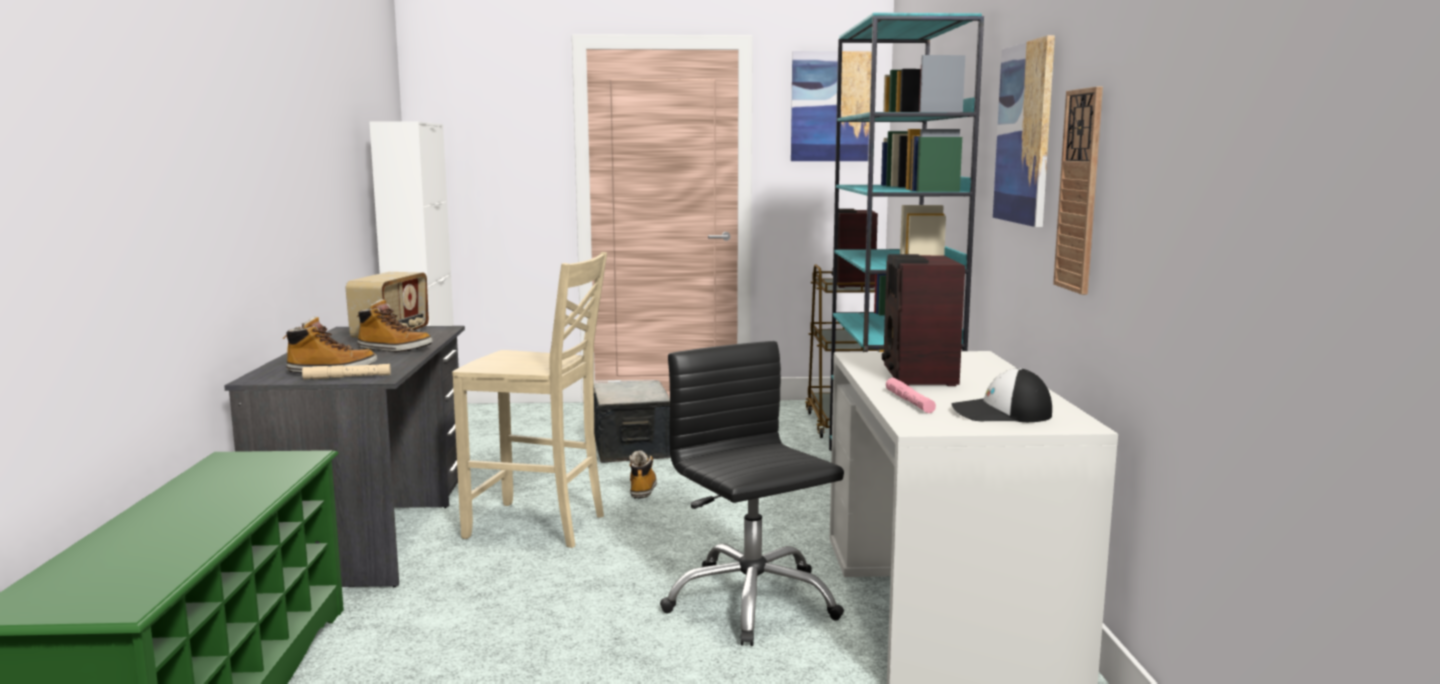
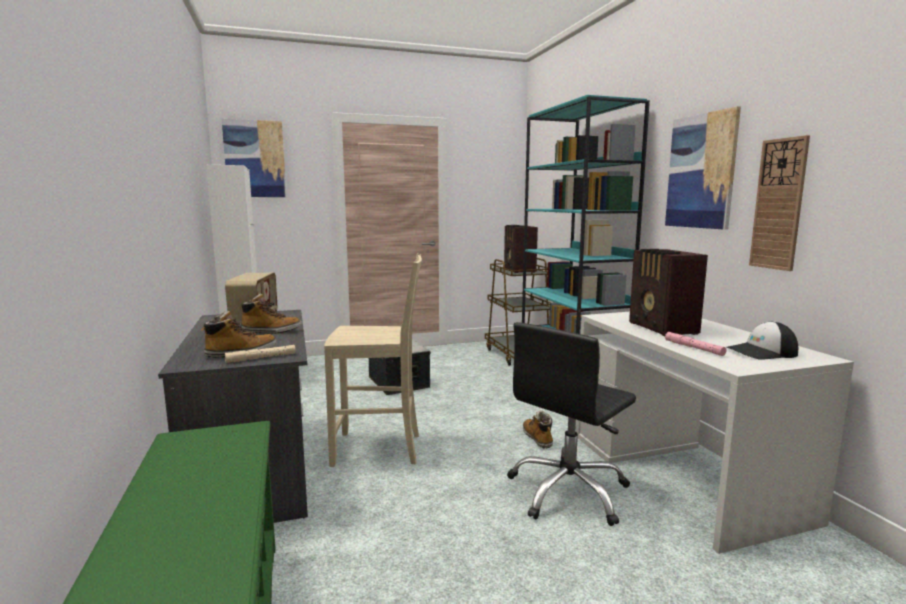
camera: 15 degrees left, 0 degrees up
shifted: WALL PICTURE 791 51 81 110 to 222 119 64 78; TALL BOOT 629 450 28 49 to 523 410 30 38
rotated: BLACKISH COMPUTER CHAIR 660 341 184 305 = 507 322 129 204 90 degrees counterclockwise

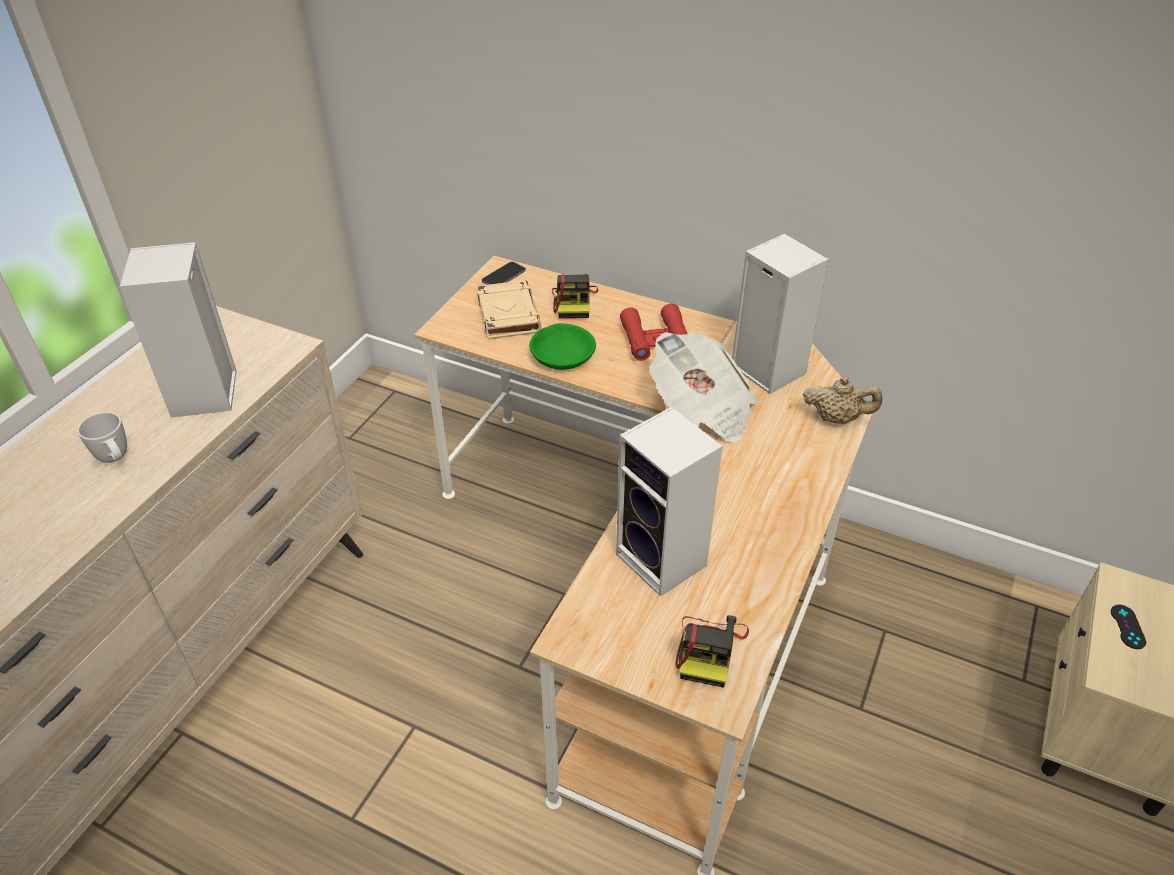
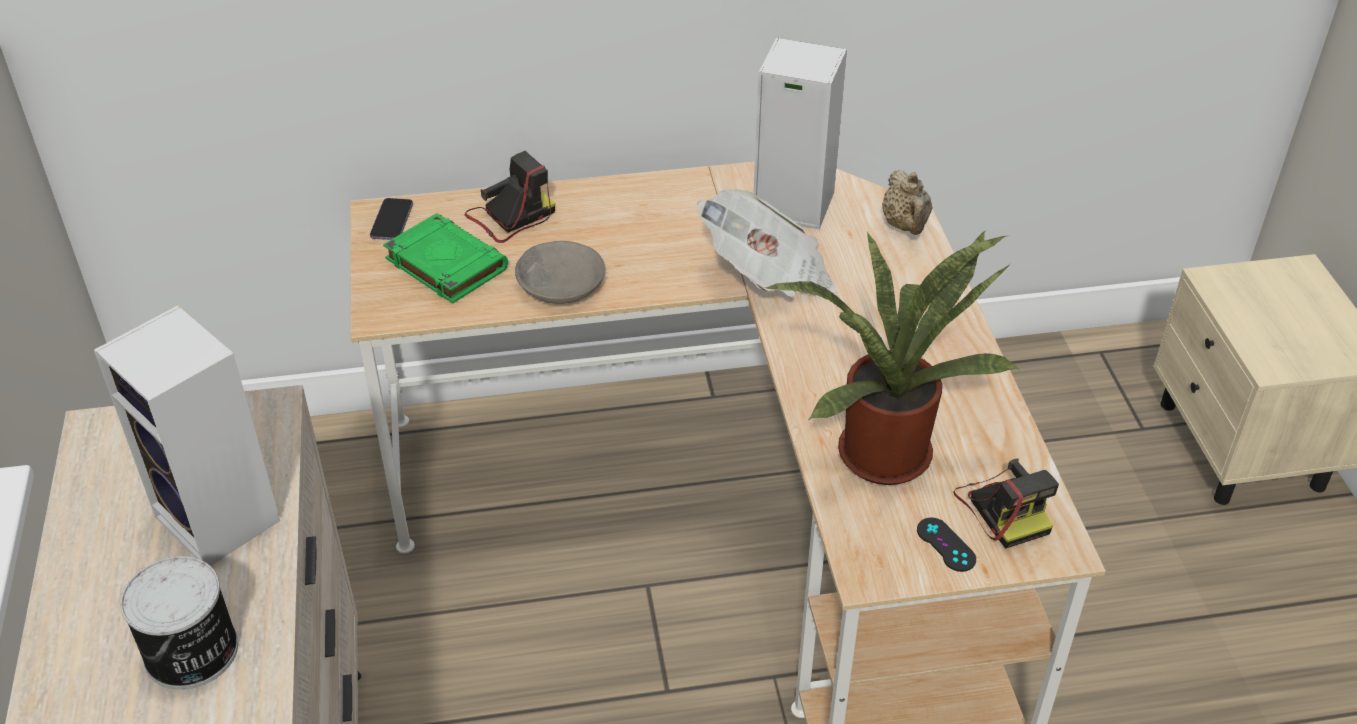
camera: 35 degrees left, 0 degrees up
gone: RED BINOCULARS 620 304 67 57
shifted: BLACKISH JOYPAD 1111 605 35 44 to 917 518 59 54
swapped: AUDIO SPEAKER 616 407 107 190 to HOUSEPLANT 764 231 255 254; WHITISH COFFEE MUG 77 412 50 51 to METAL CAN 120 556 118 134
repainted: BEIGE-COLOURED BOUND BOOK 477 280 65 59 to GREEN BOUND BOOK 383 213 125 91; GREEN SERVING BOWL 529 323 67 47 to GRAY SERVING BOWL 515 241 90 63
rotated: STILL CAMERA 552 274 46 44 = 465 151 90 92 90 degrees counterclockwise; BEIGE-COLOURED POT FOR TEA 803 376 79 48 = 882 170 51 65 105 degrees clockwise

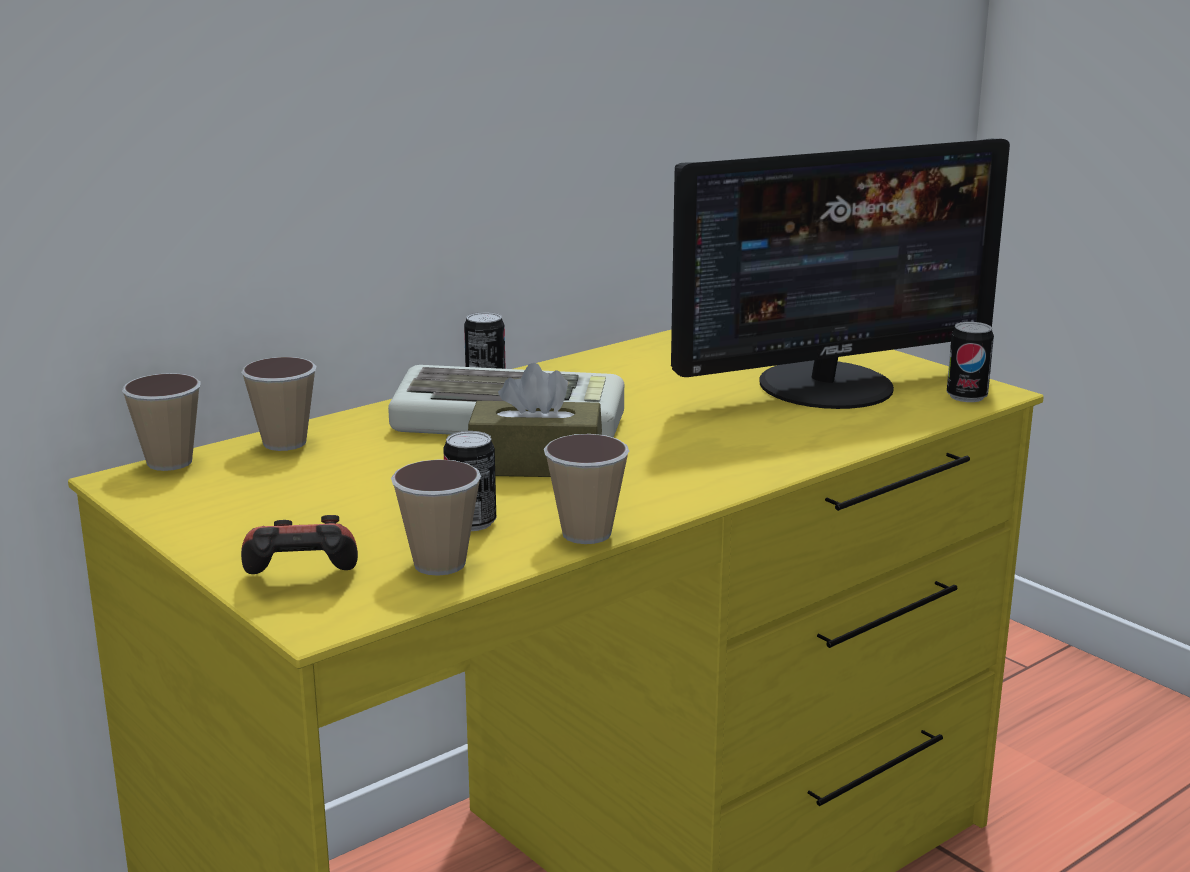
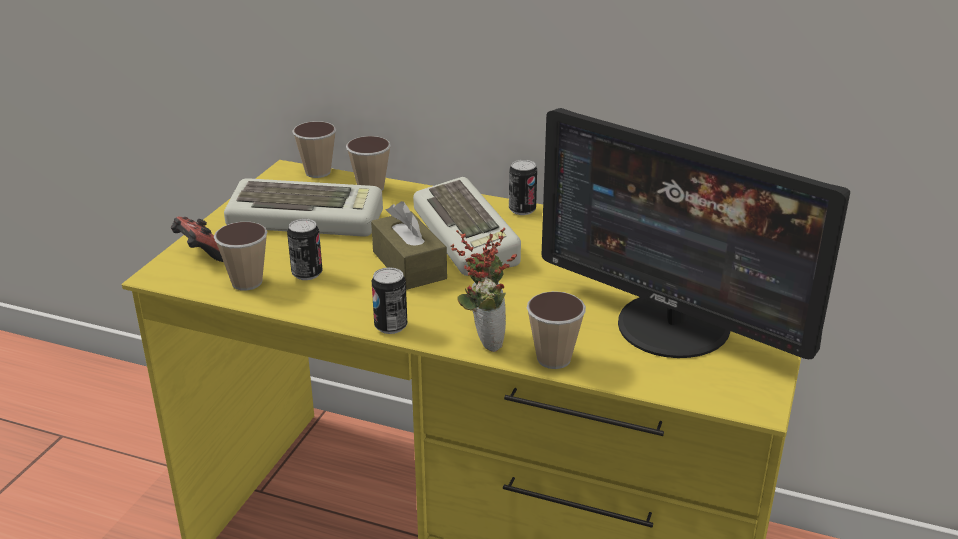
camera: 60 degrees right, 10 degrees up
new: KEYBOARD 224 178 159 59; HOUSEPLANT 451 228 66 124
shifted: METAL CAN 947 322 47 80 to 372 267 35 67; SMALL CUP 544 434 86 110 to 527 291 59 78

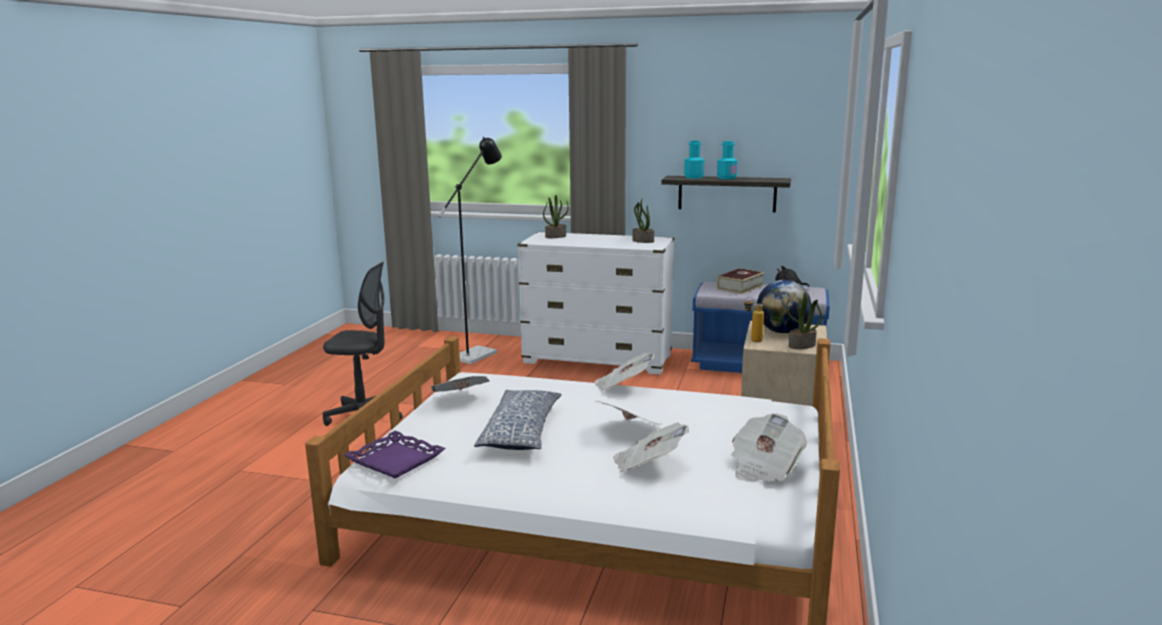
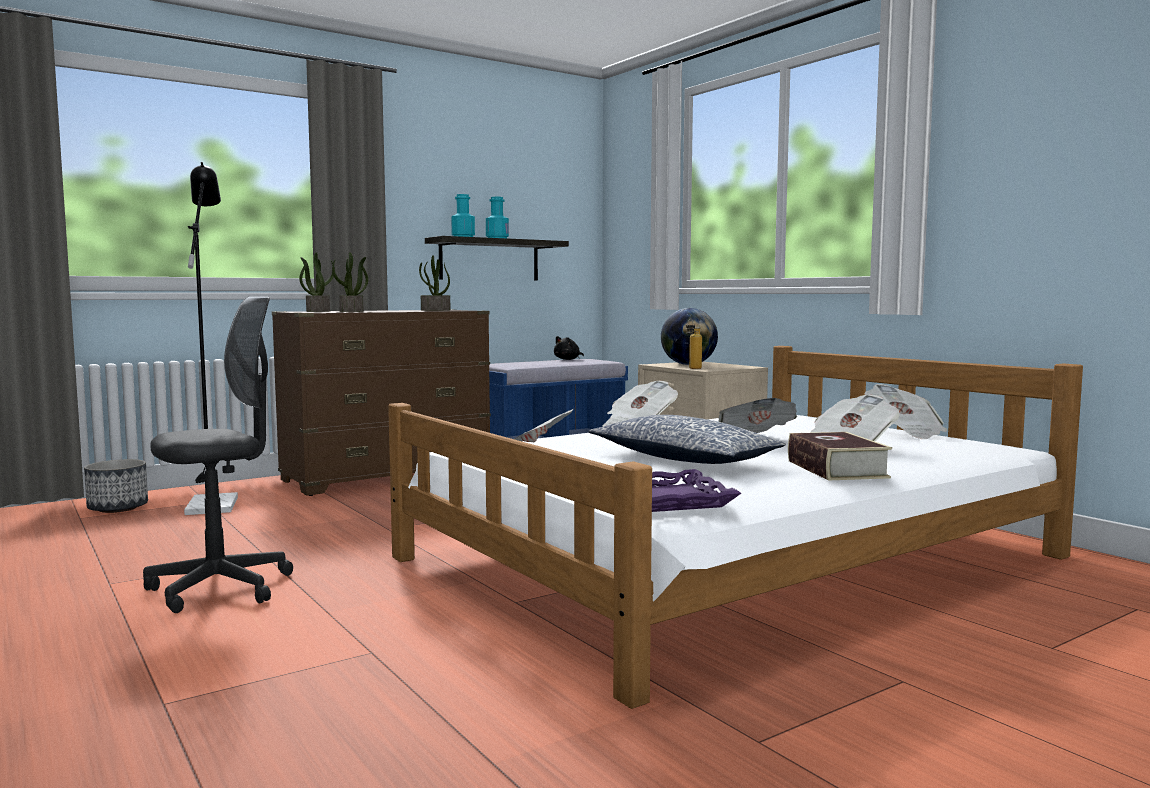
camera: 50 degrees left, 10 degrees down
new: FLOWER POT 84 459 64 54
shifted: BOUND BOOK 717 268 48 26 to 788 432 104 49; HOUSEPLANT 786 292 36 57 to 332 252 36 60
repainted: WHITISH DRESSER 518 232 157 143 to BROWN DRESSER 272 310 219 186

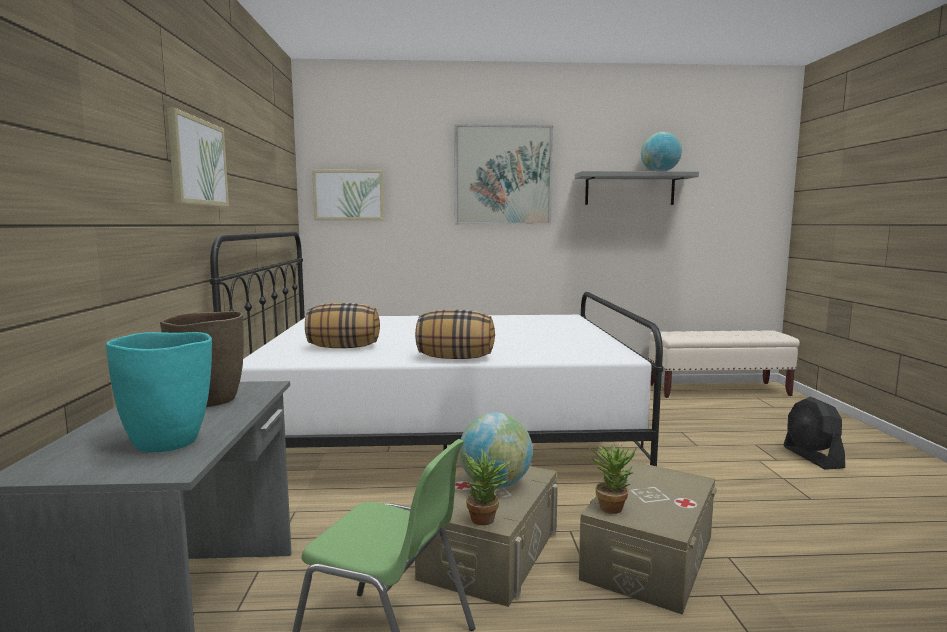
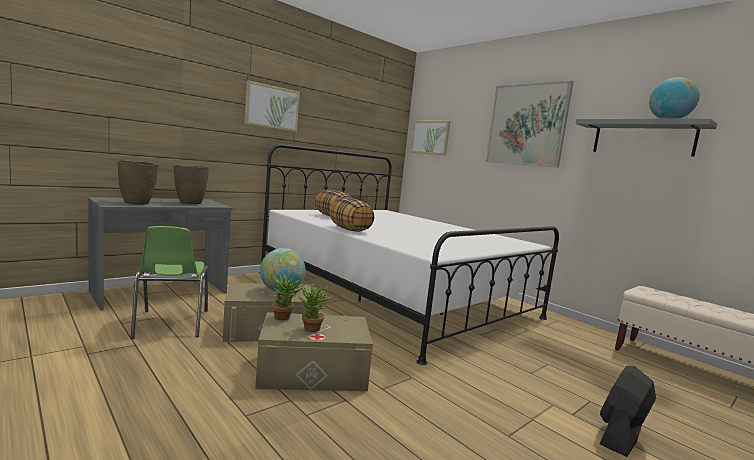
camera: 50 degrees right, 0 degrees up
shifted: HOUSEPLANT 465 449 50 76 to 298 282 35 50
repainted: BLUE-GREEN DECORATIVE VASE 106 332 106 120 to BROWN DECORATIVE VASE 118 160 40 45

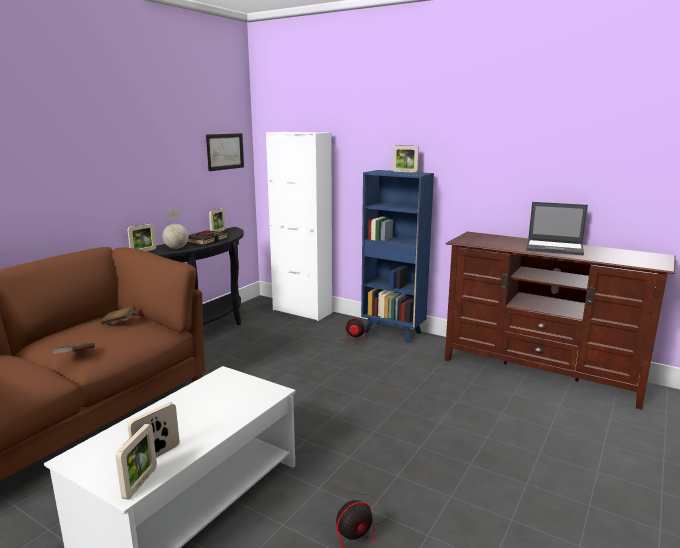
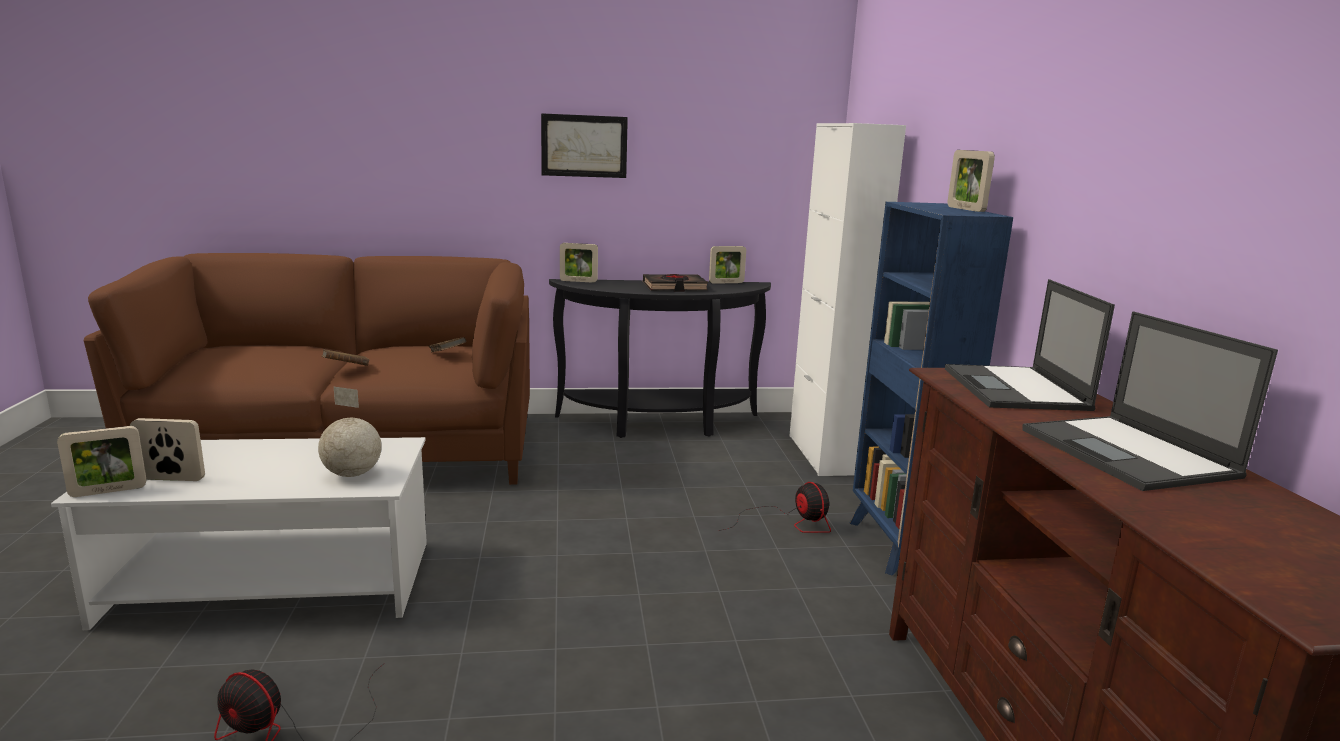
camera: 50 degrees right, 0 degrees up
new: NOTEBOOK COMPUTER 945 279 170 132
shifted: WALL PICTURE 206 133 38 38 to 541 113 87 65; WORLD GLOBE 162 210 27 39 to 318 387 64 90

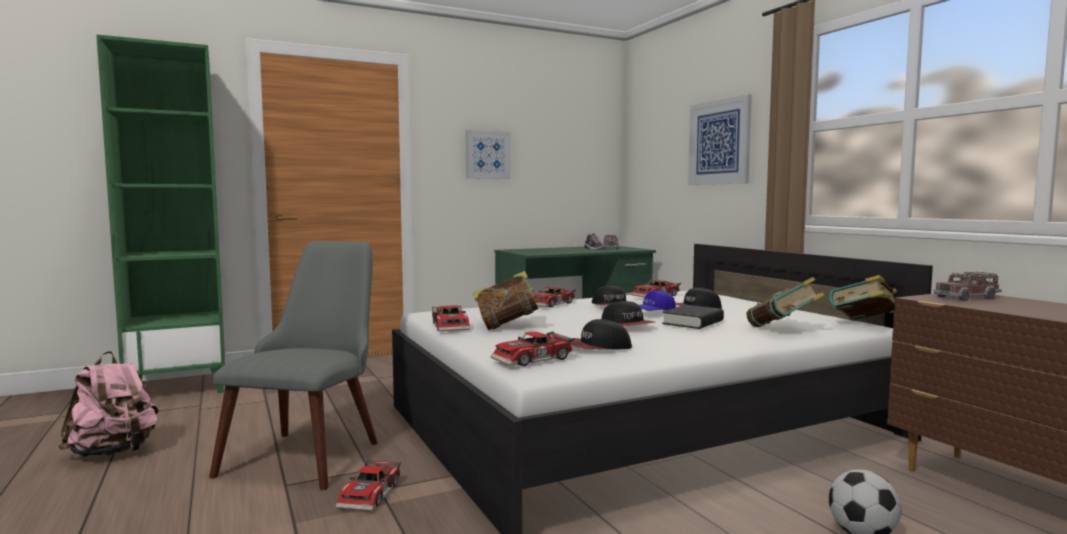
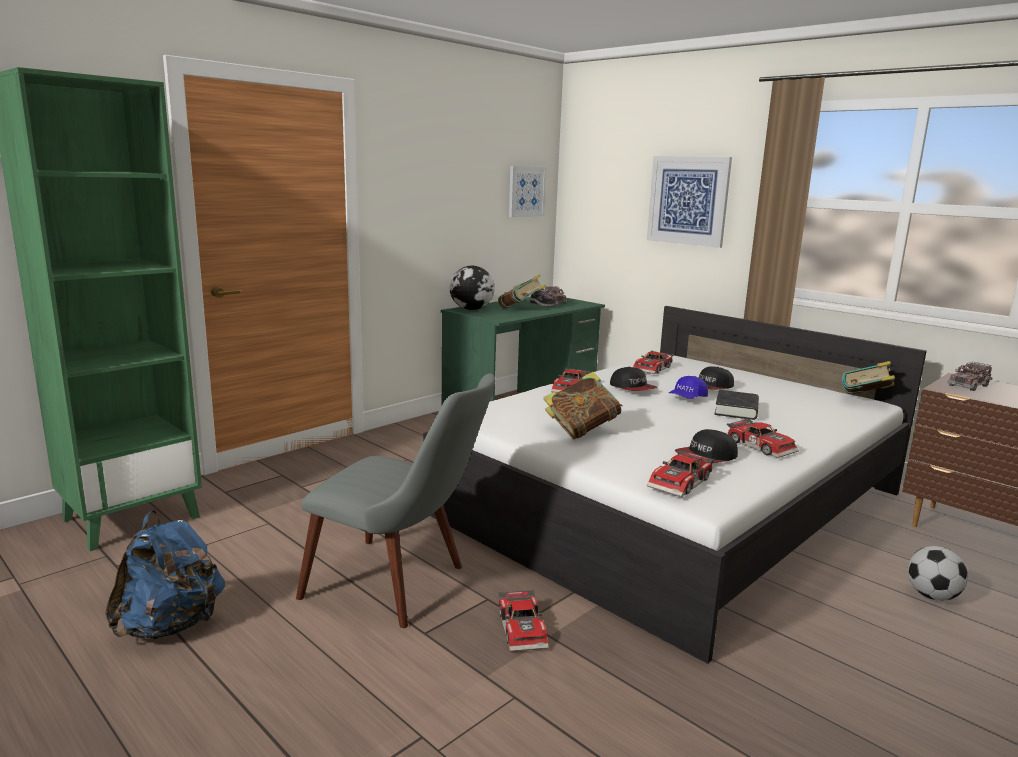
camera: 20 degrees left, 10 degrees up
gone: CAP 601 300 53 26
new: WORLD GLOBE 449 265 46 45
shifted: WALL PICTURE 466 130 45 49 to 509 166 37 51; BOUND BOOK 746 277 79 50 to 498 274 48 34; MODEL CAR 432 305 38 26 to 727 418 72 40
repainted: PINK-COLOURED BACKPACK 58 351 101 106 to BLUE-COLOURED BACKPACK 105 510 120 129
rotated: GRAY CHAIR 209 241 169 249 = 296 373 199 255 120 degrees clockwise

